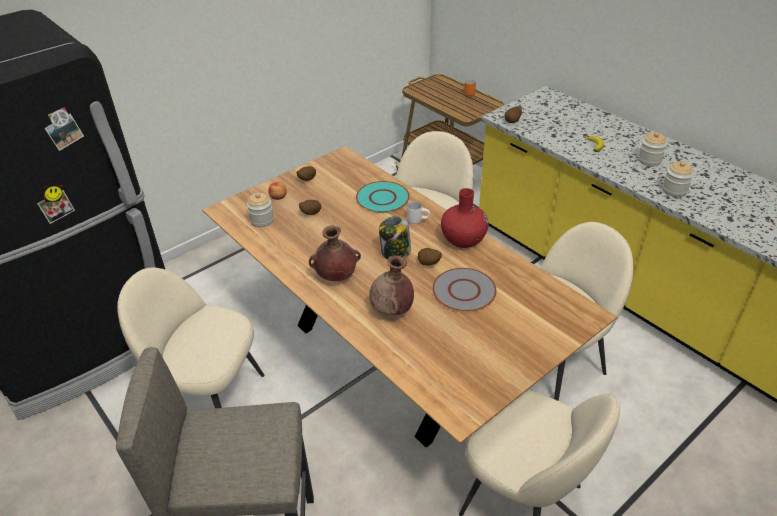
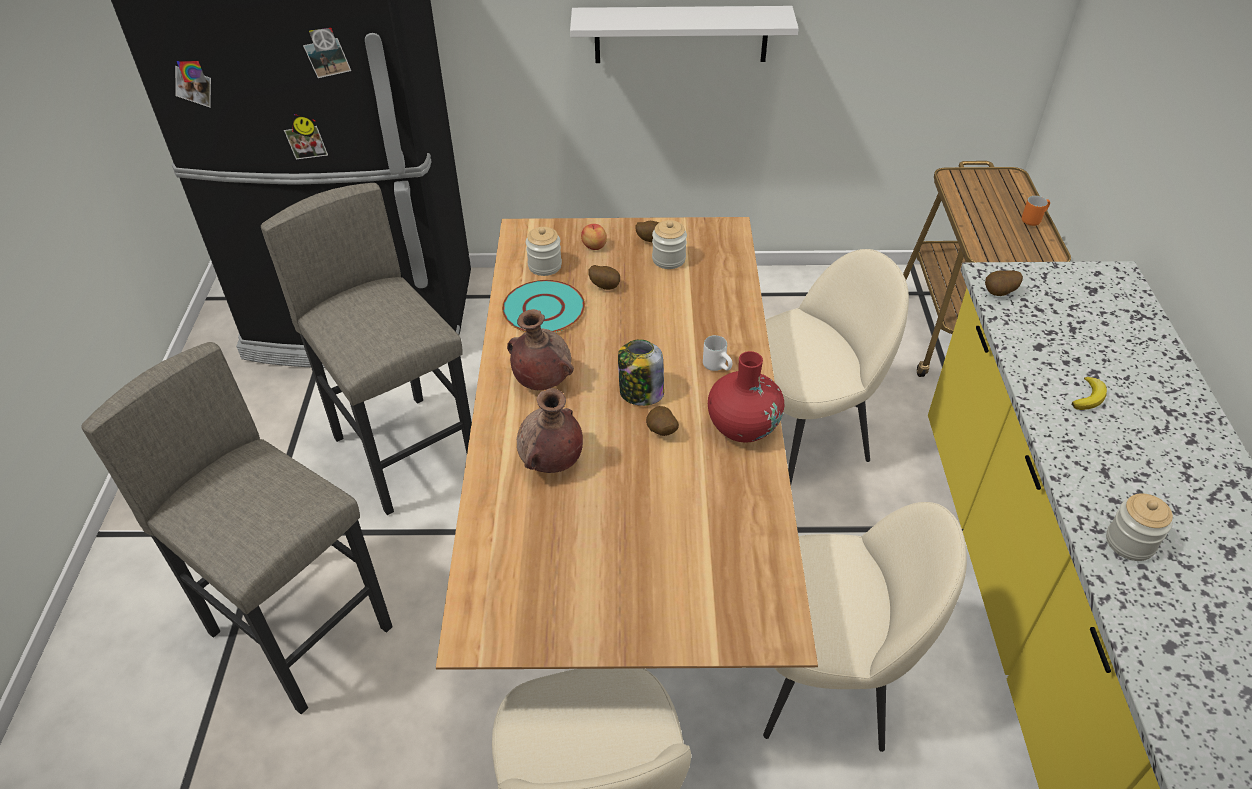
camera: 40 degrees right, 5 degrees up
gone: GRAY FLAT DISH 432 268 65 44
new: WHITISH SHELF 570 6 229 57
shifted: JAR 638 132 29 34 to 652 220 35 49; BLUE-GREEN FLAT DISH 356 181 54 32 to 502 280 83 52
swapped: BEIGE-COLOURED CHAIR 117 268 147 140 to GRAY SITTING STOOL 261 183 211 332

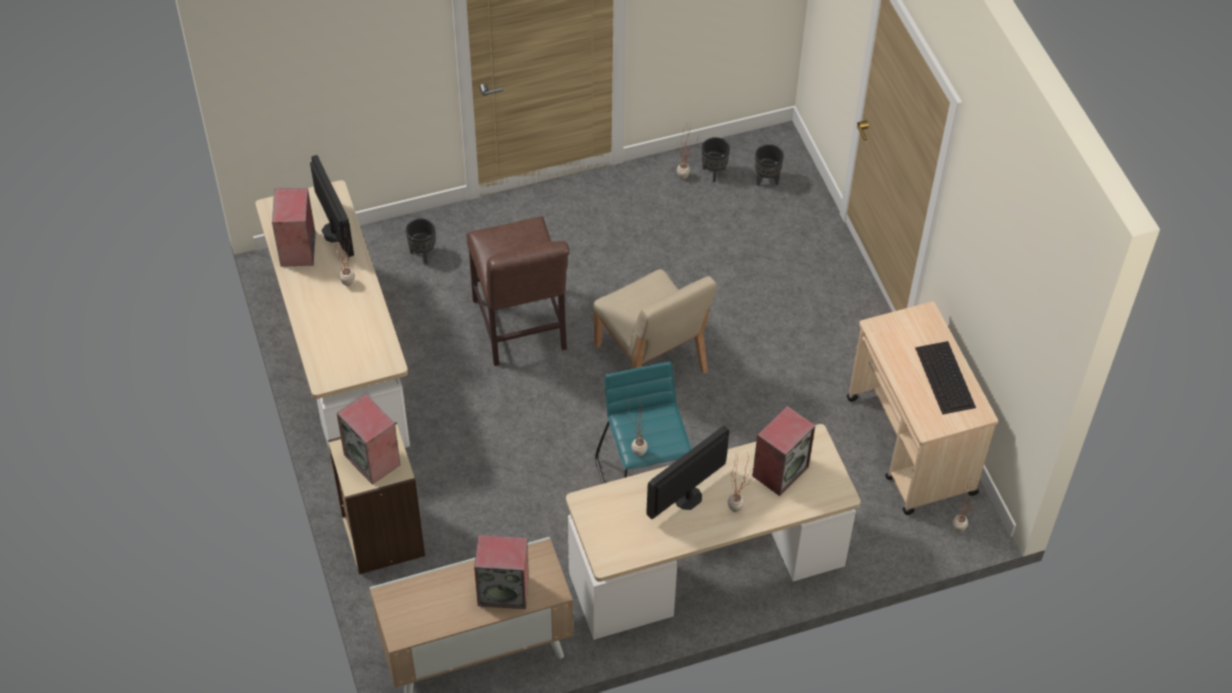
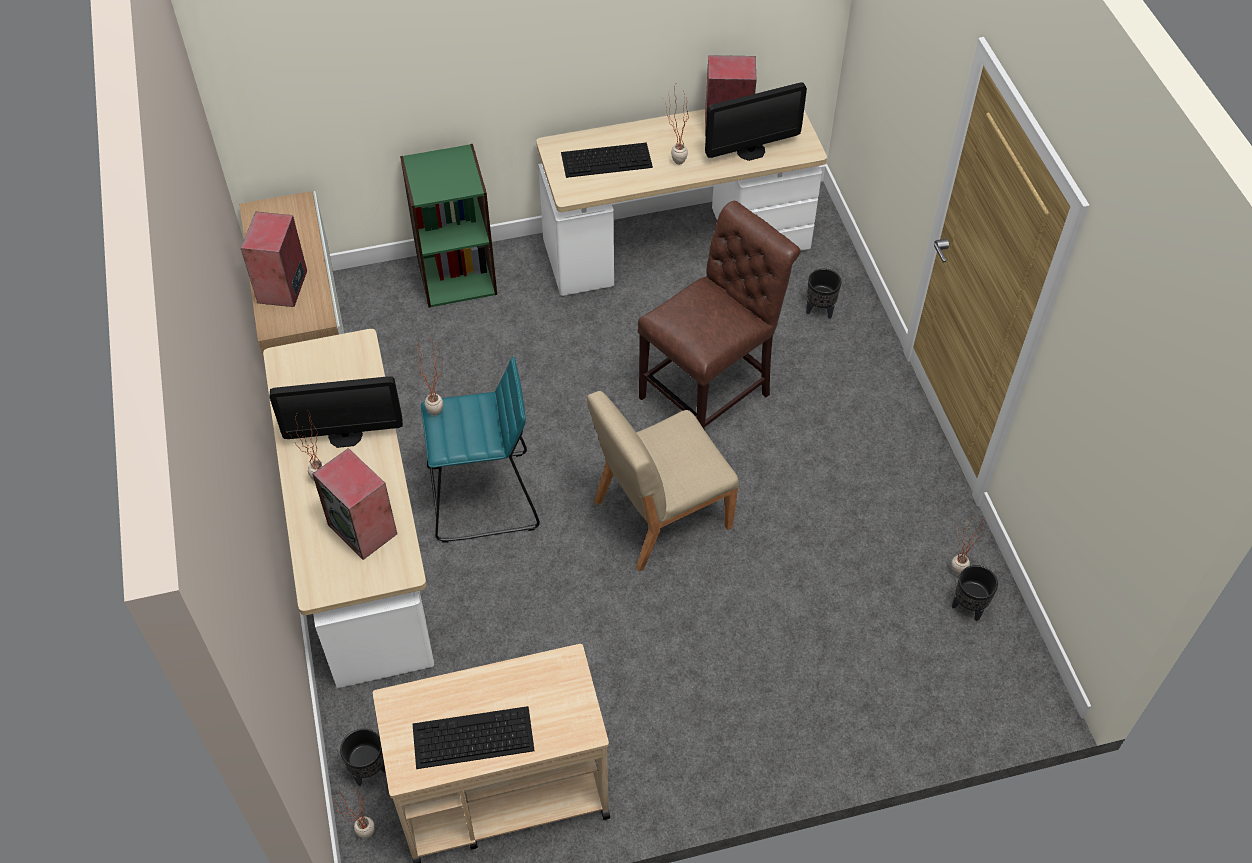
camera: 95 degrees right, 0 degrees up
gone: AUDIO SPEAKER 337 394 64 91
new: KEYBOARD 561 142 92 36
shifted: BLACKISH FLOWER POT 755 144 29 42 to 340 729 46 57
repainted: BEIGE-COLOURED BOOKSHELF 328 422 97 152 to GREEN BOOKSHELF 400 144 97 164
rotated: BROWN CHAIR 466 216 103 150 = 638 201 162 228 150 degrees clockwise; MONITOR 647 426 82 94 = 270 376 133 72 120 degrees clockwise

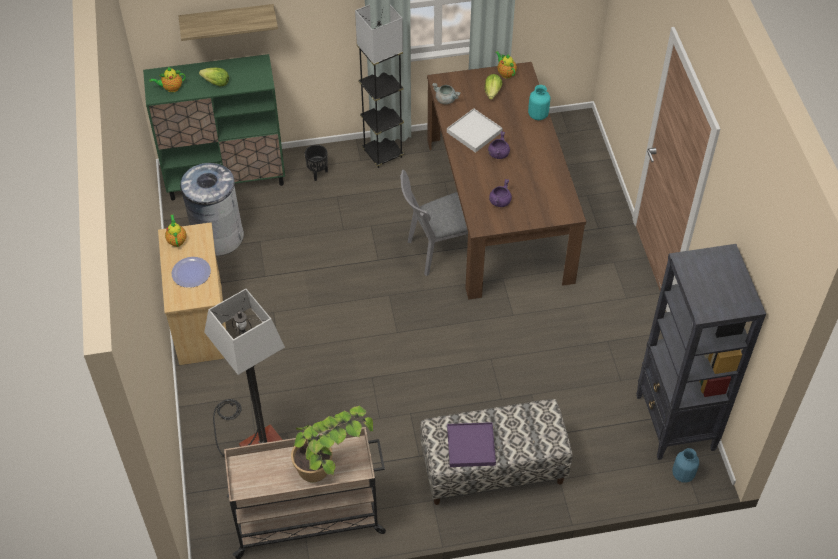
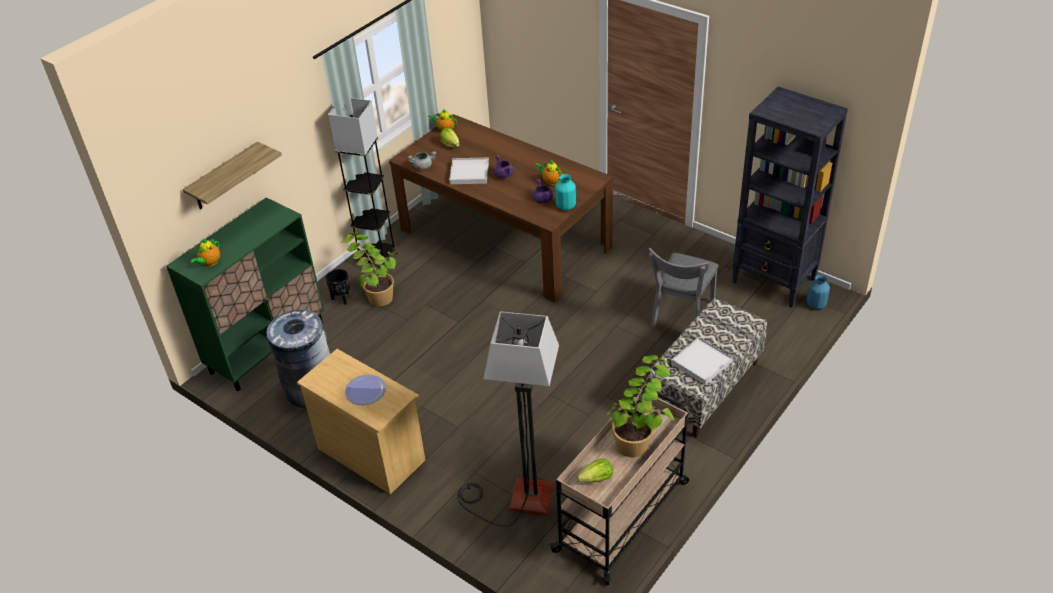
camera: 40 degrees left, 10 degrees down
new: HOUSEPLANT 342 231 56 76
shifted: LETTUCE HEAD 199 68 30 19 to 577 458 36 25; BLUE-GREEN DECORATIVE VASE 528 85 22 35 to 555 174 21 36; GRAY CHAIR 400 170 68 106 to 649 248 70 79; POT FOR TEA 165 214 21 33 to 535 160 28 25
repainted: PURPLISH CARRYING TRAY 447 422 49 45 to WHITISH CARRYING TRAY 671 337 62 48

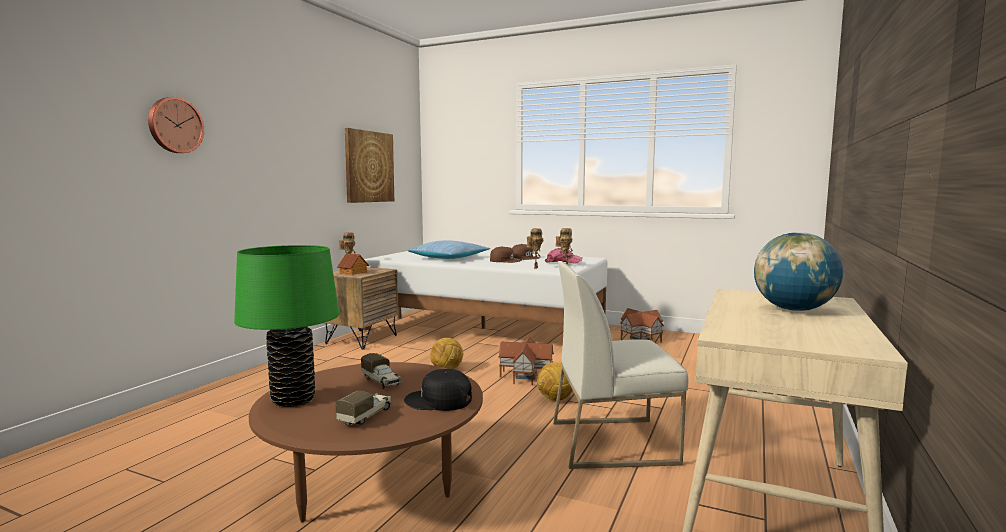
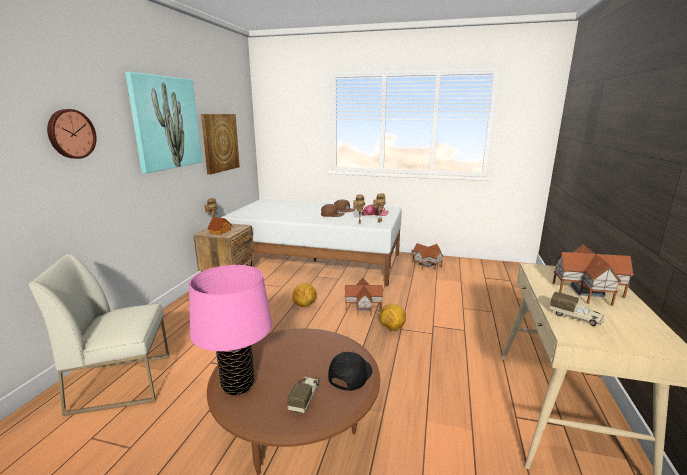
camera: 10 degrees left, 10 degrees up
gone: PILLOW 408 240 82 19
new: WALL PICTURE 125 72 77 102
shifted: WHITISH CHAIR 553 261 135 208 to 28 254 142 162; TOY TRUCK 361 353 41 36 to 550 292 54 34
swapped: WORLD GLOBE 754 232 89 79 to MODEL HOUSE 553 244 81 62
repainted: GREEN LAMP FOR A TABLE 234 245 105 162 to PINK-COLOURED LAMP FOR A TABLE 189 265 83 131
rotated: BLACKISH CAP 404 369 68 42 = 328 352 44 39 120 degrees clockwise

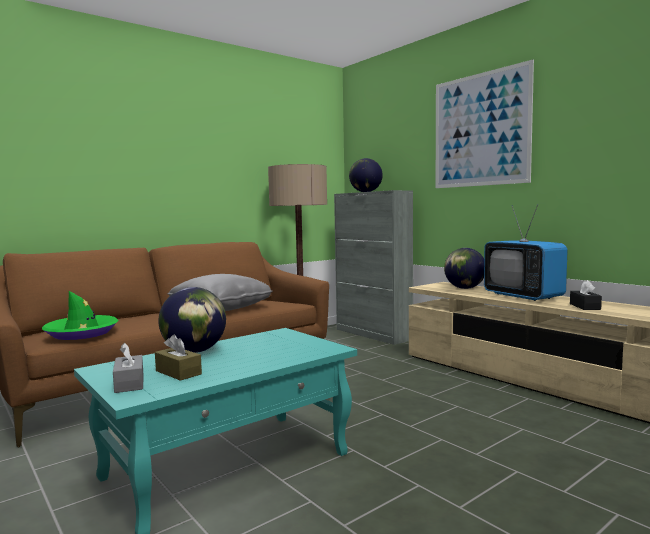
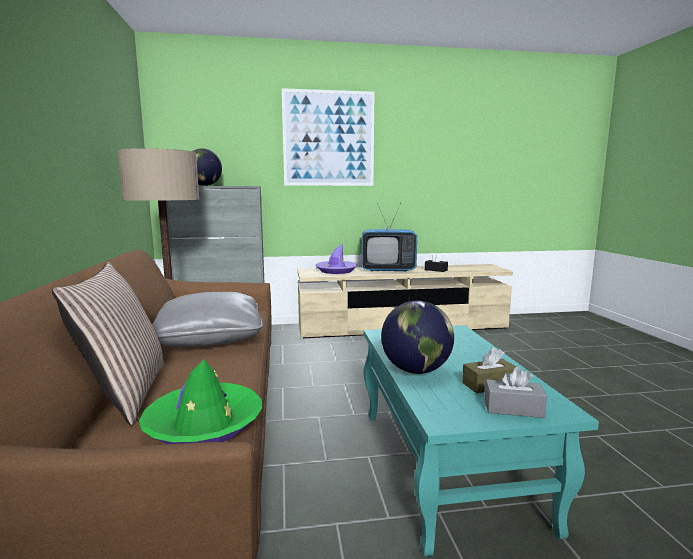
camera: 60 degrees left, 5 degrees up
new: PILLOW 52 262 113 163
swapped: WORLD GLOBE 444 248 40 41 to PURPLISH HAT 315 243 43 31

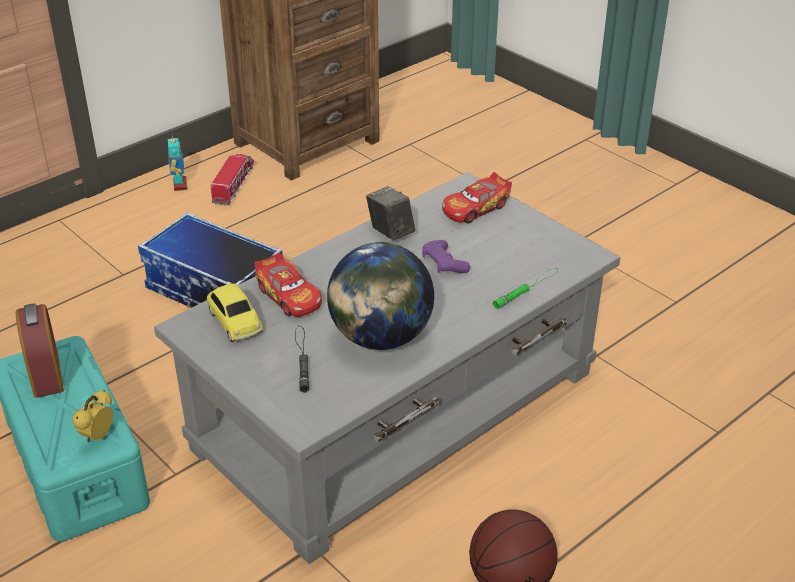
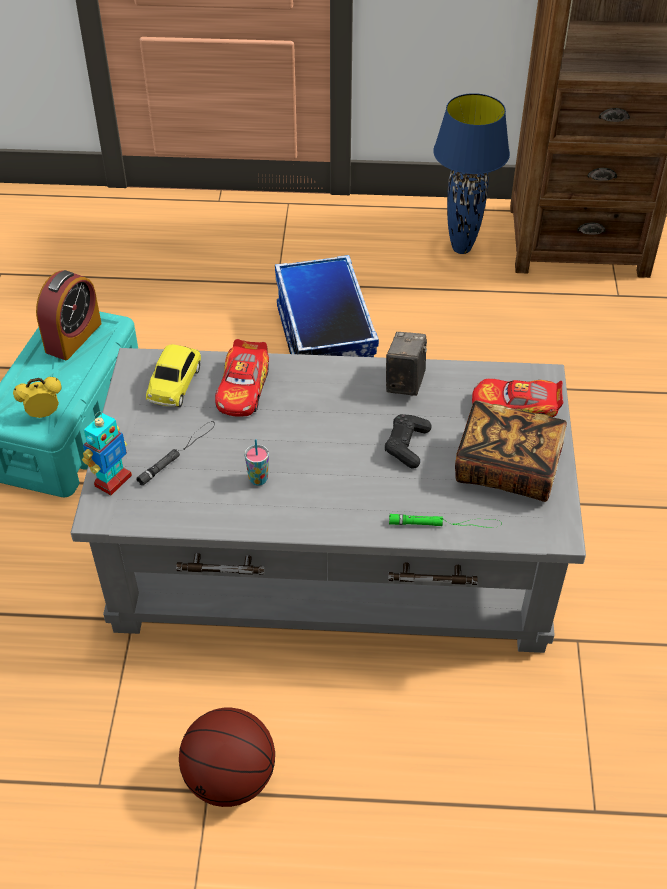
camera: 45 degrees right, 10 degrees up
new: BOUND BOOK 455 400 112 102
shifted: ROBOT FIGURE 168 135 20 56 to 82 412 50 83
swapped: TOY TRUCK 211 154 43 52 to BLUE-COLOURED LAMP FOR A TABLE 433 93 77 161; WORLD GLOBE 327 242 107 108 to SMALL CUP 245 439 24 47
repainted: PURPLISH JOYPAD 422 240 48 33 to BLACKISH JOYPAD 385 414 47 55

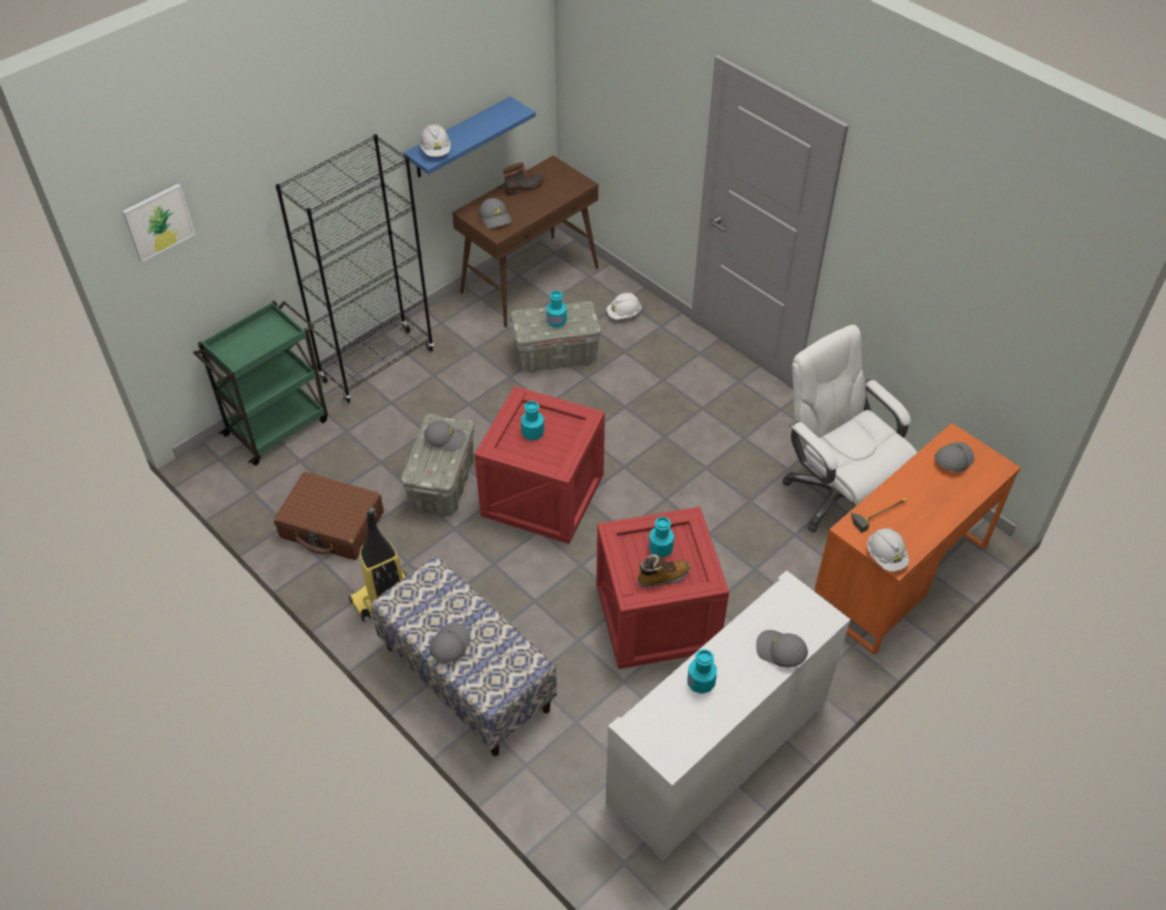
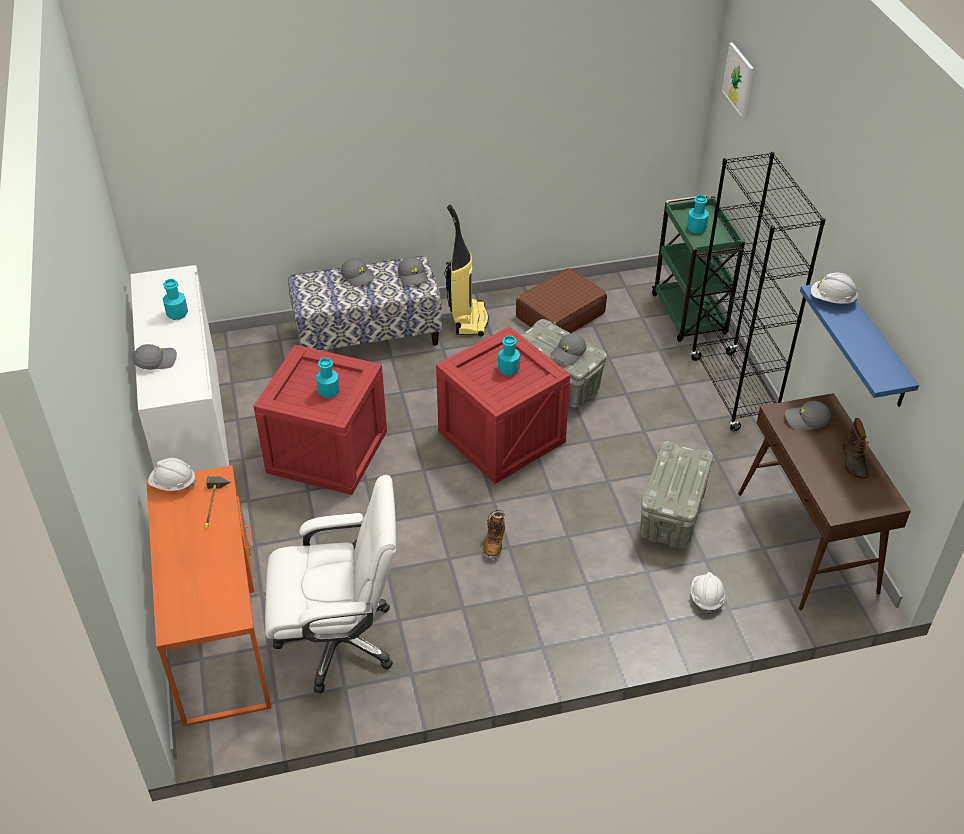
camera: 120 degrees right, 5 degrees down
shifted: BLUE-GREEN BOTTLE 547 291 20 37 to 687 195 22 38; GRAY CAP 935 442 39 30 to 398 257 30 29; TALL BOOT 638 554 52 33 to 483 510 22 49

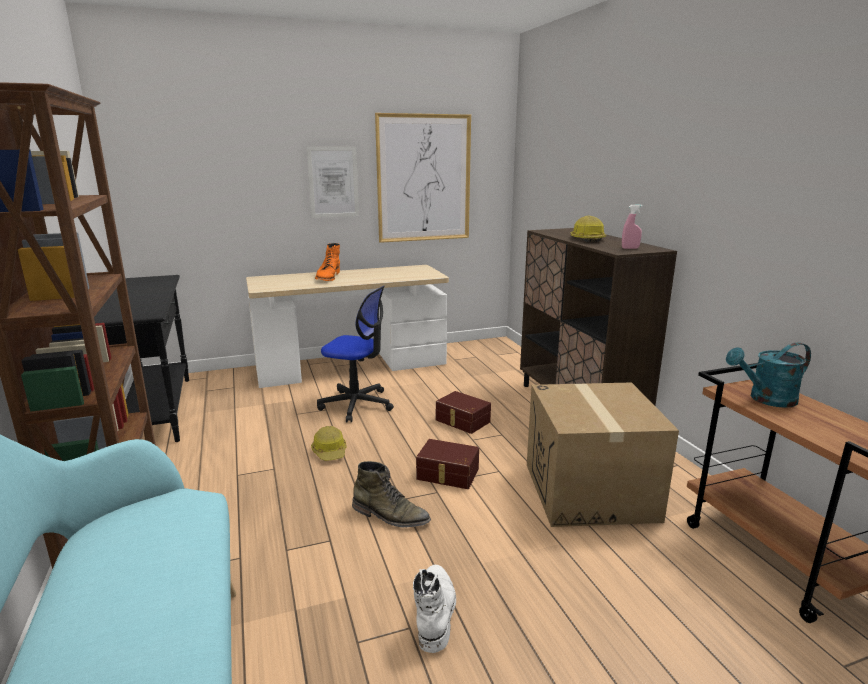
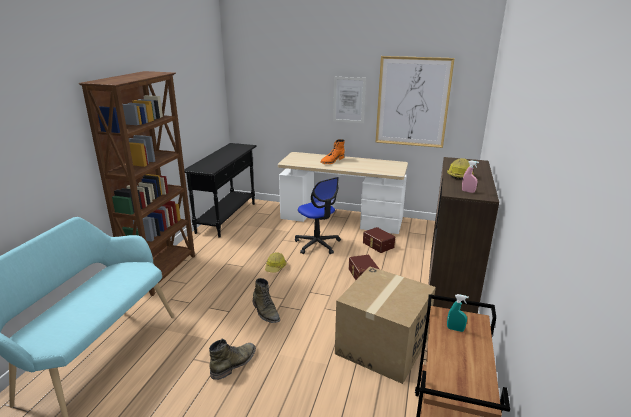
camera: 35 degrees right, 5 degrees up
shifted: BROWN STORAGE BIN 416 439 63 50 to 363 227 32 26
swapped: BLUE-GREEN WATERING POT 726 342 85 66 to BLUE-GREEN SPRAY BOTTLE 447 294 22 38
repainted: WHITISH TALL BOOT 413 565 43 88 to GREEN TALL BOOT 209 339 47 41

